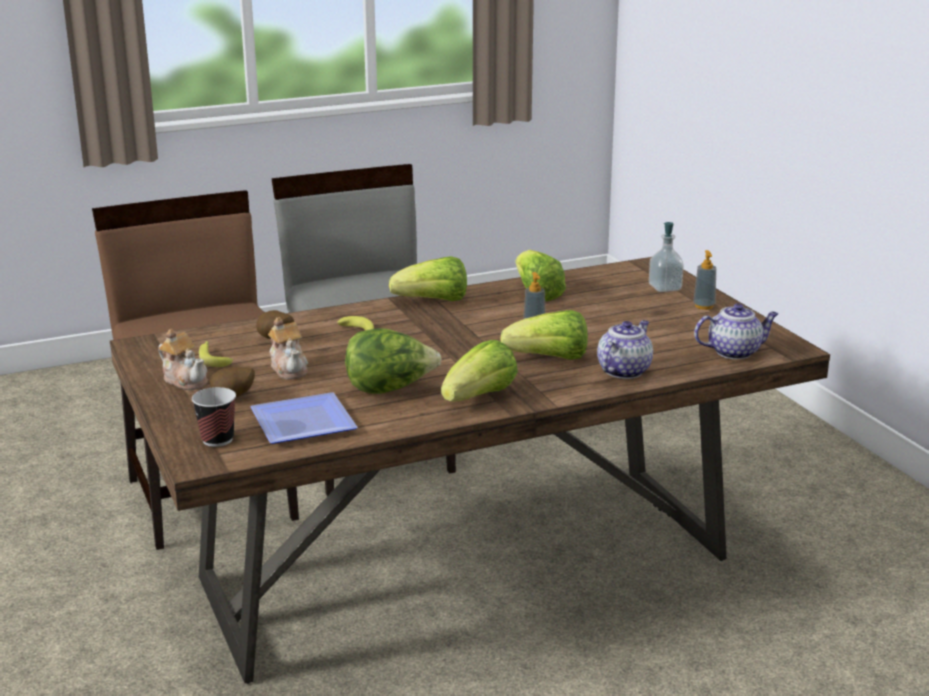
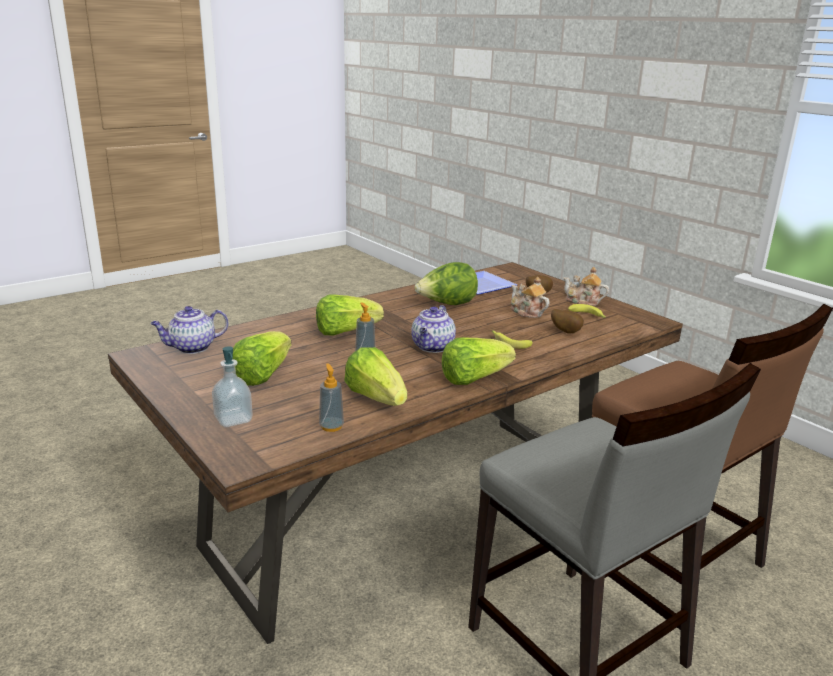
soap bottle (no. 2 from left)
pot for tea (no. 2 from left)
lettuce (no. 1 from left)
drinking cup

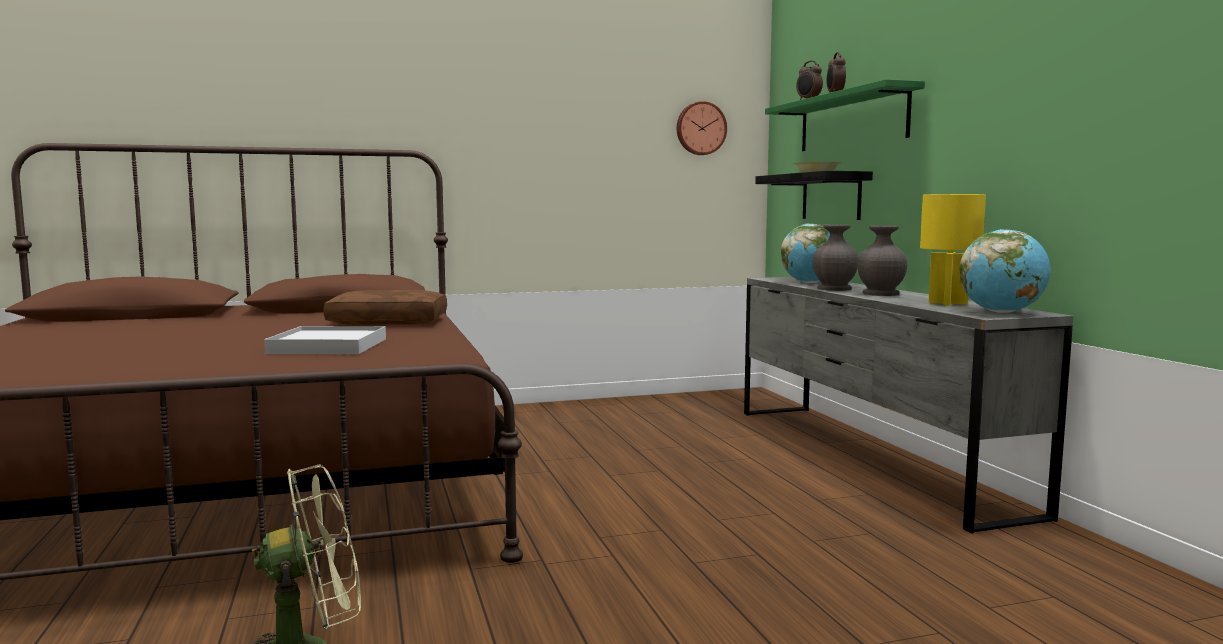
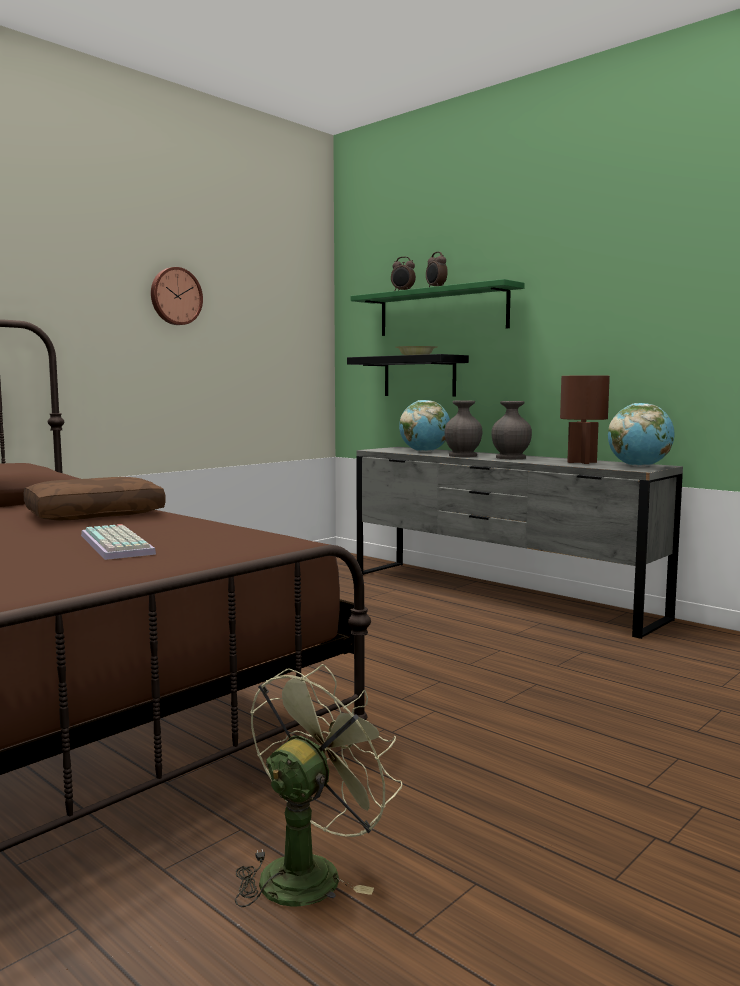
hanging clock
brown-coloured table lamp
keyboard

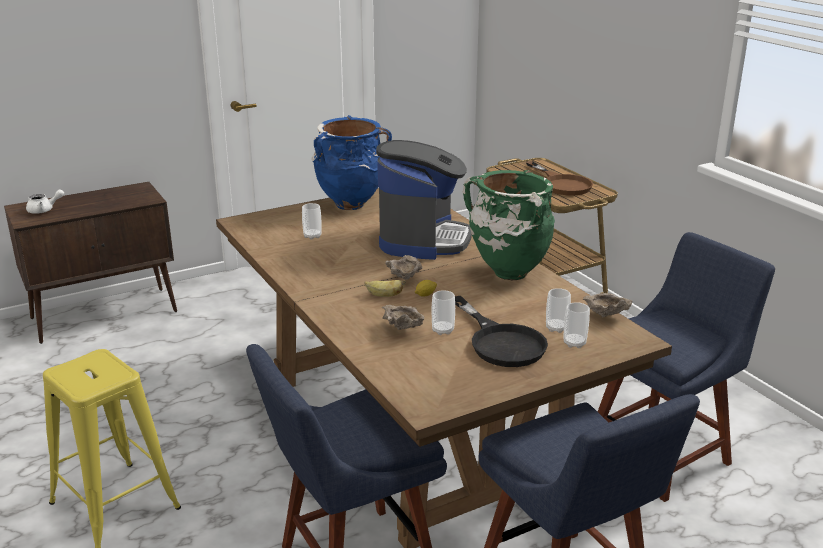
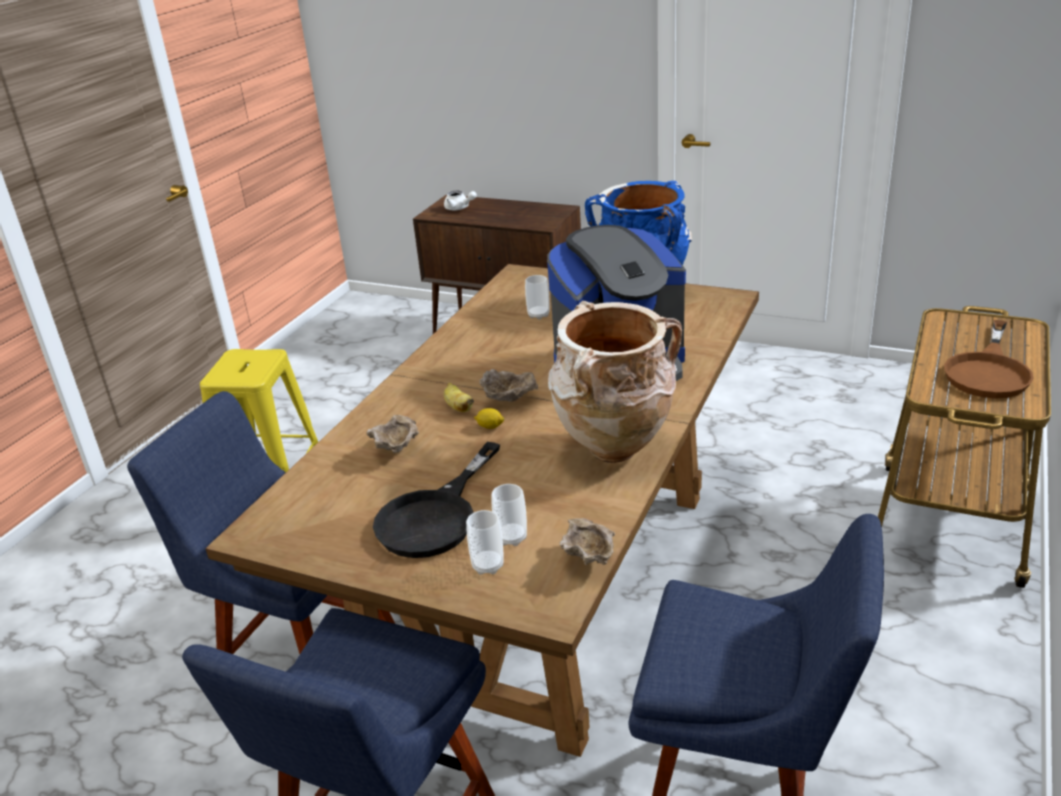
beige-coloured decorative vase
drinking cup (no. 2 from left in the first image)

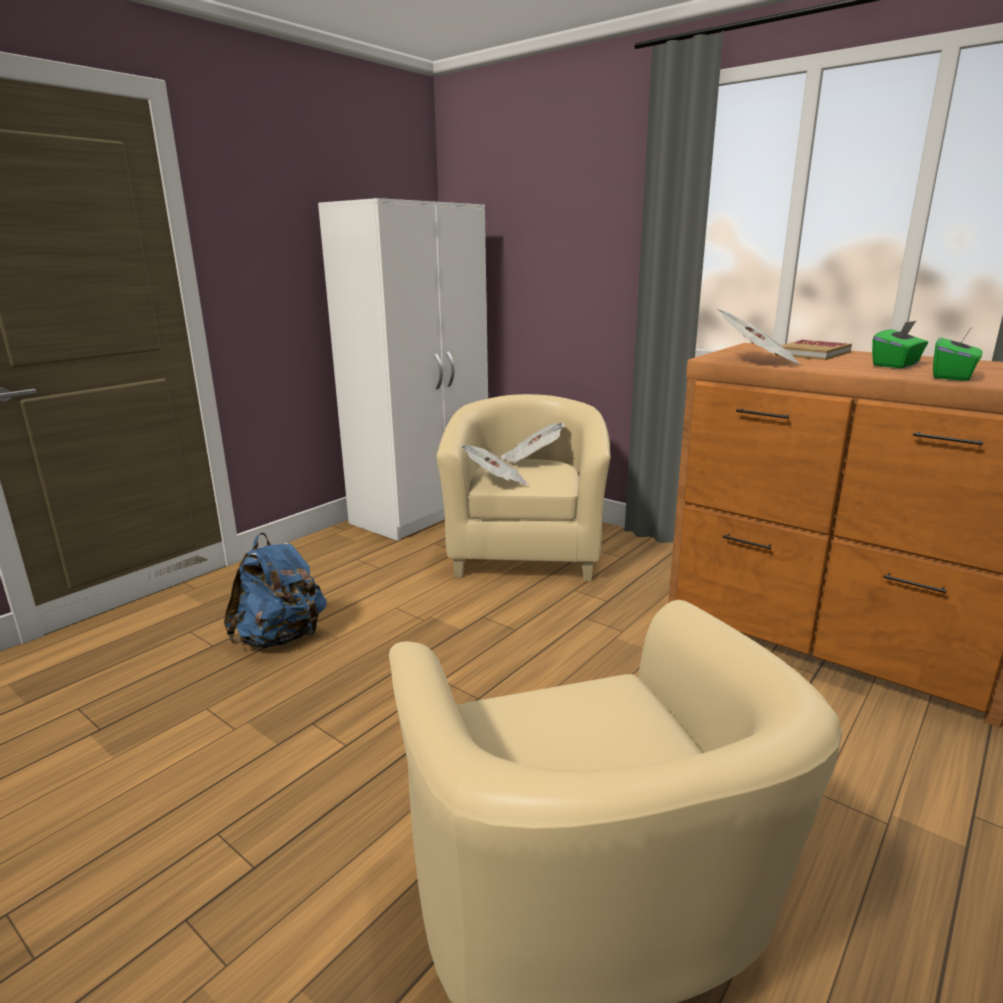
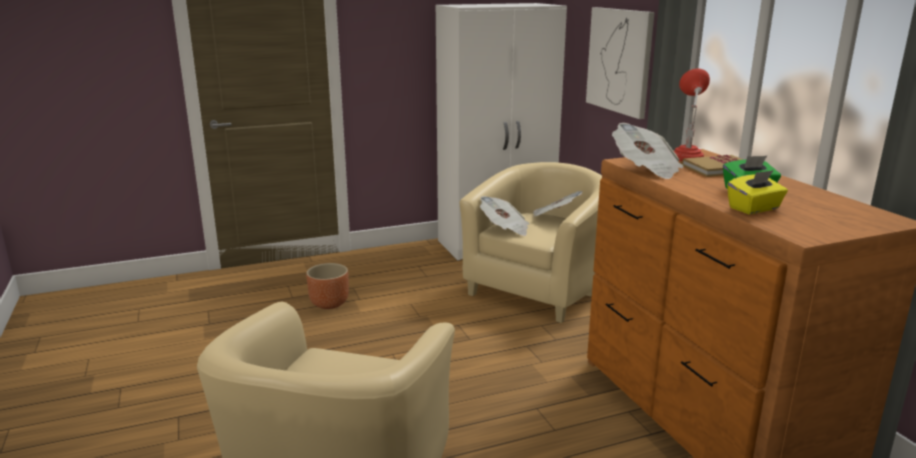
yellow box of tissues
brown-coloured planter
wall art
red-coloured table lamp

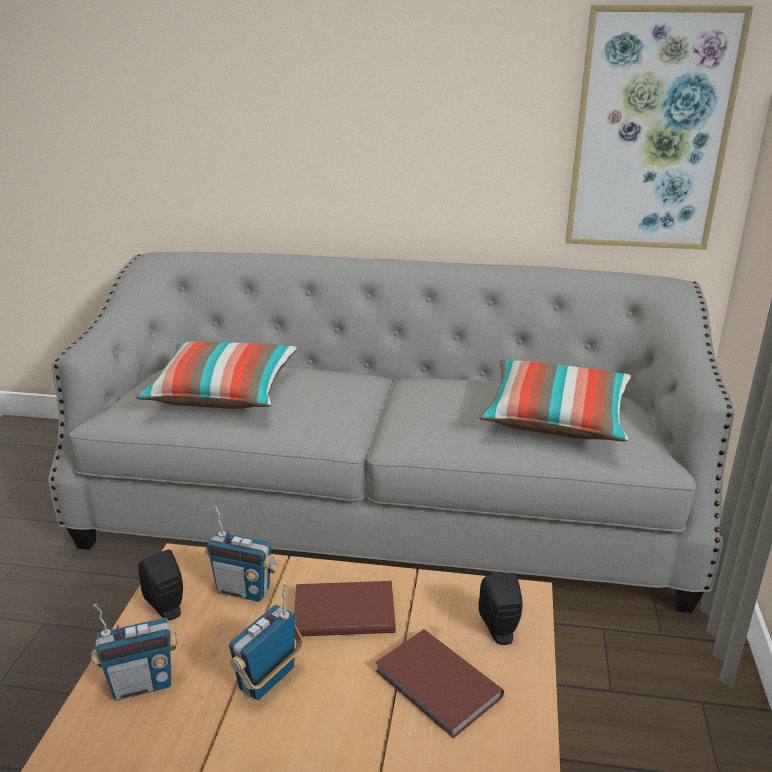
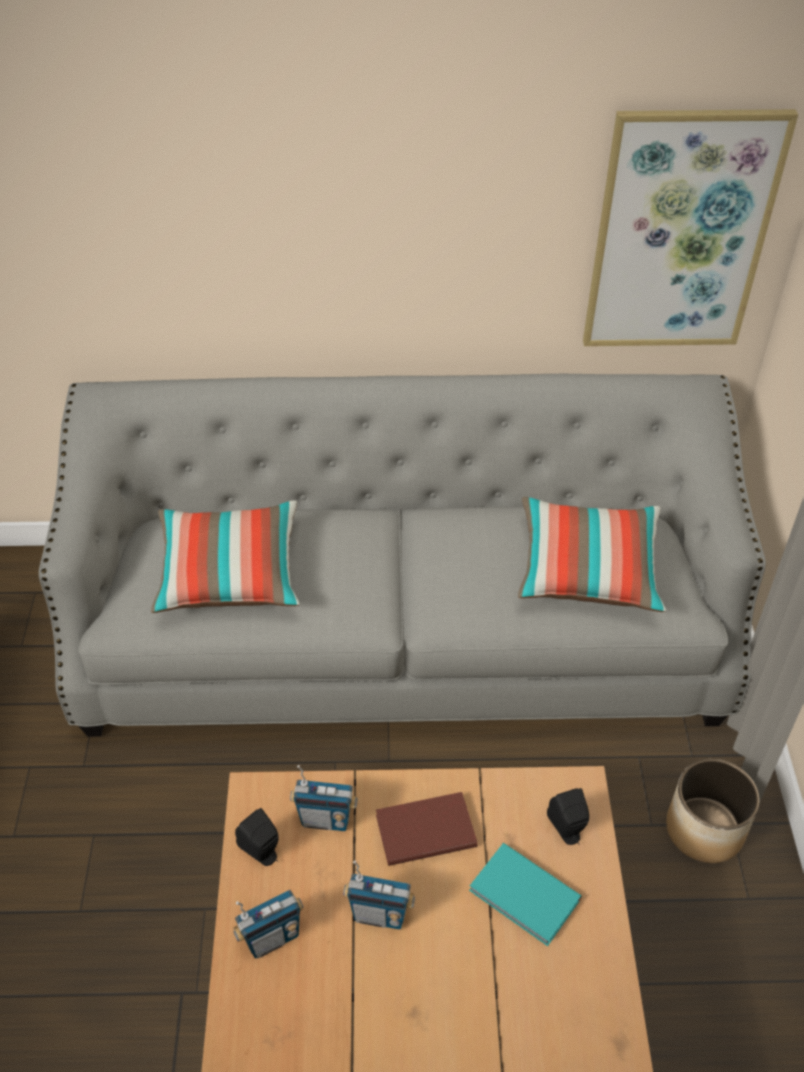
radio receiver (no. 3 from left)
turquoise book
planter

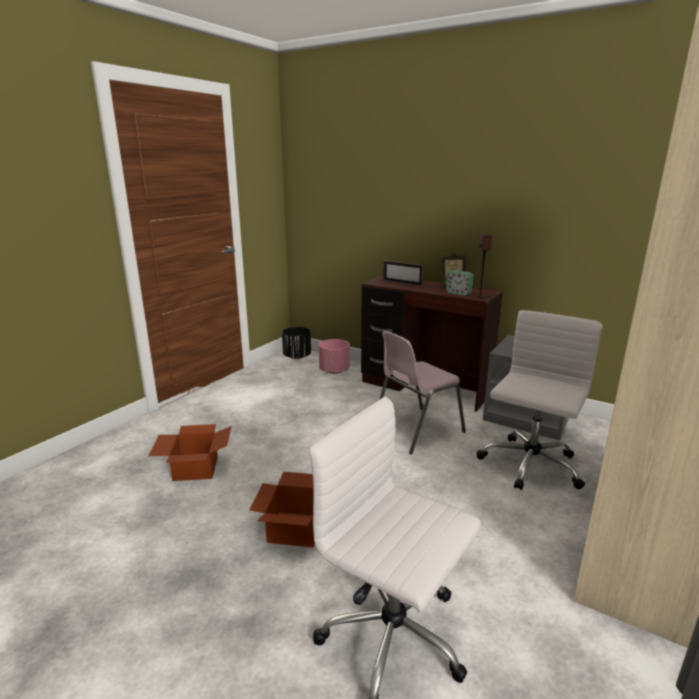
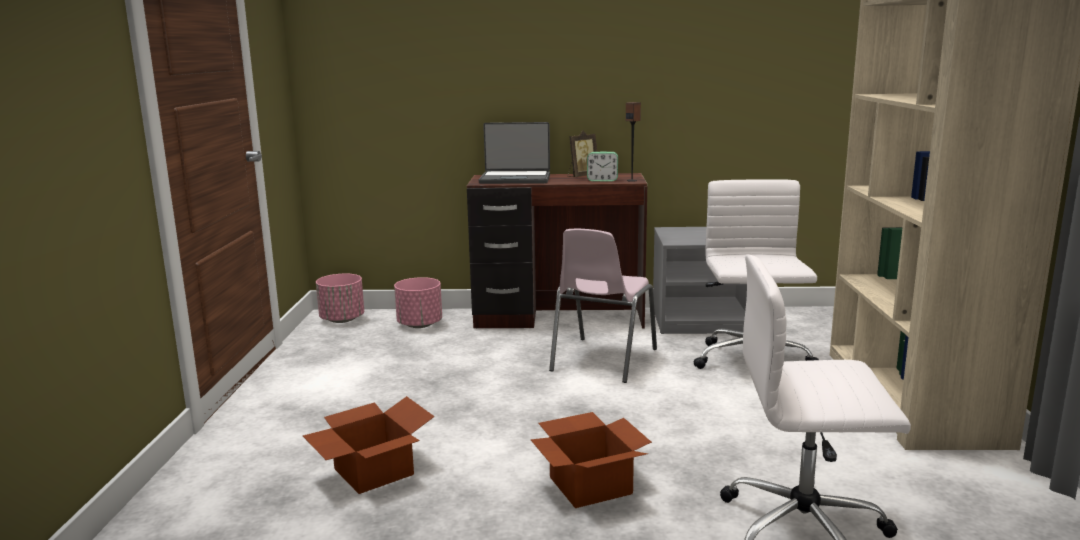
laptop
pink planter (no. 1 from left)

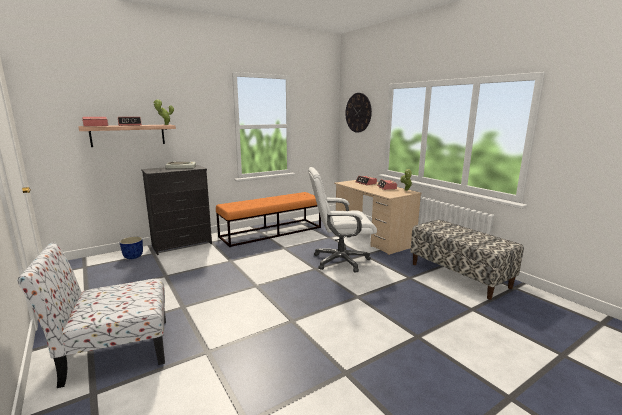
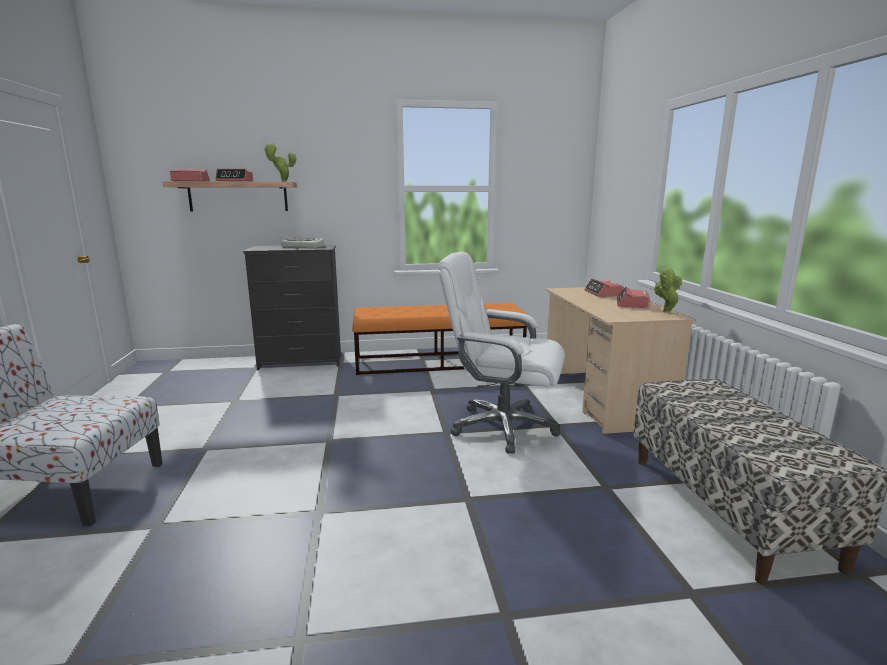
hanging clock
planter

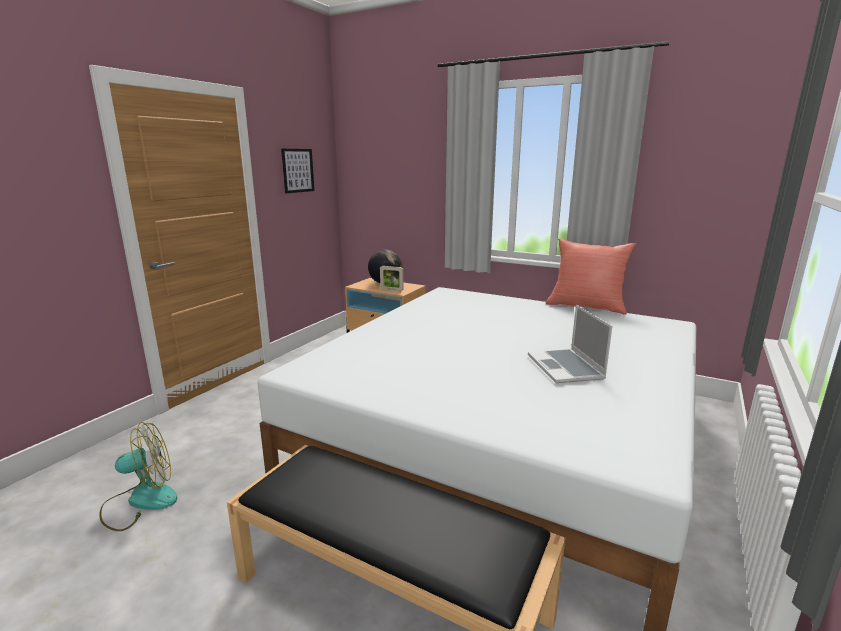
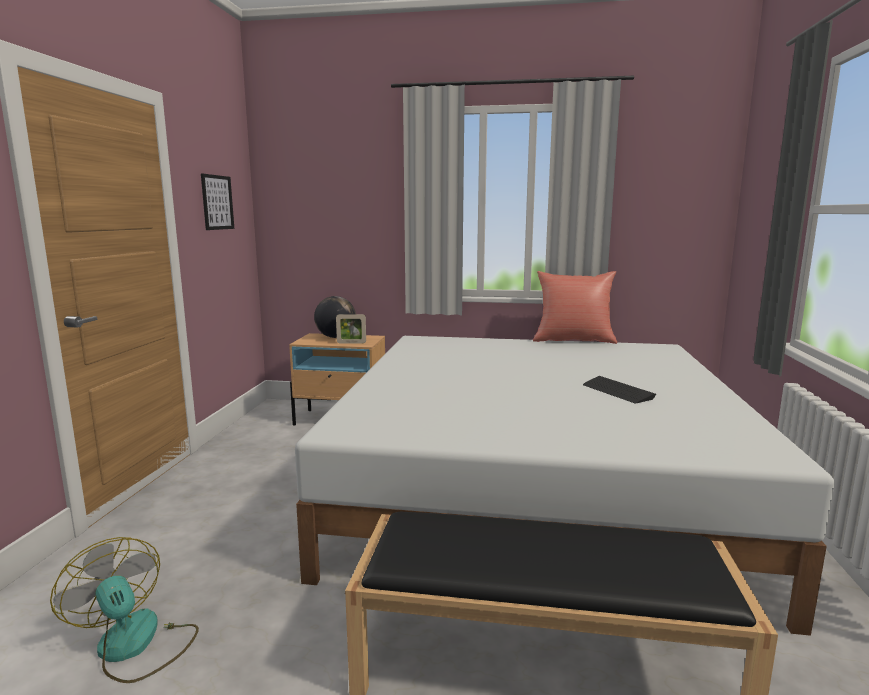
keyboard
electric fan

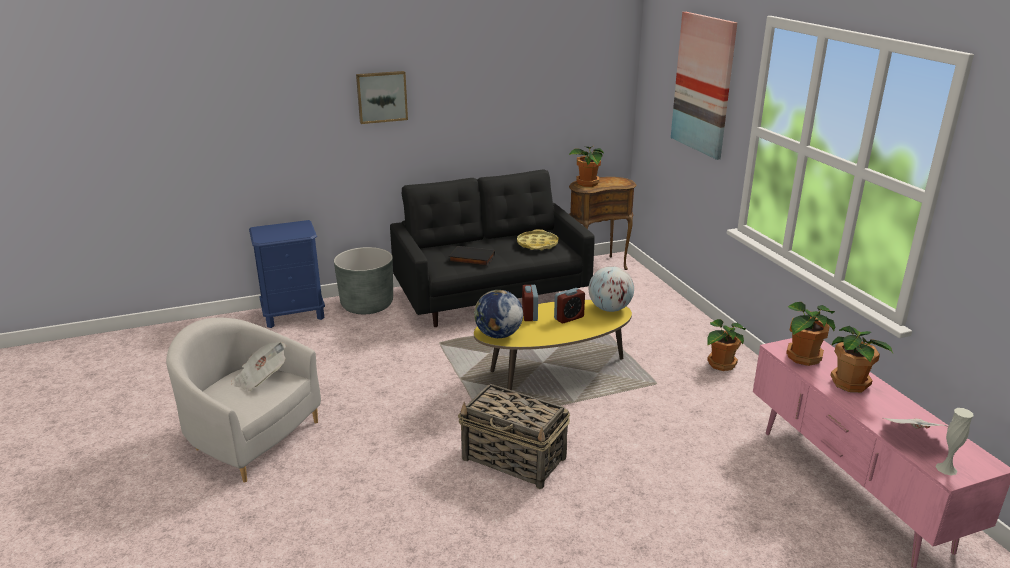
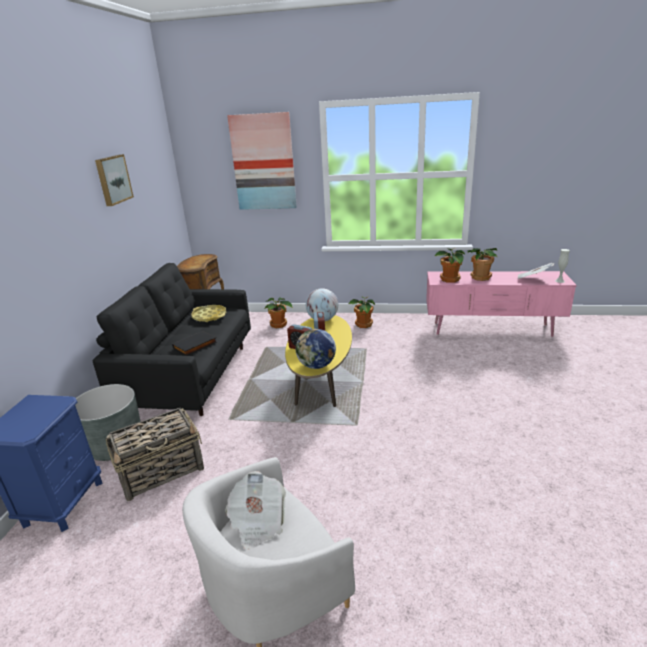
wall art (no. 1 from left)
plant in a pot (no. 1 from left)
household basket

